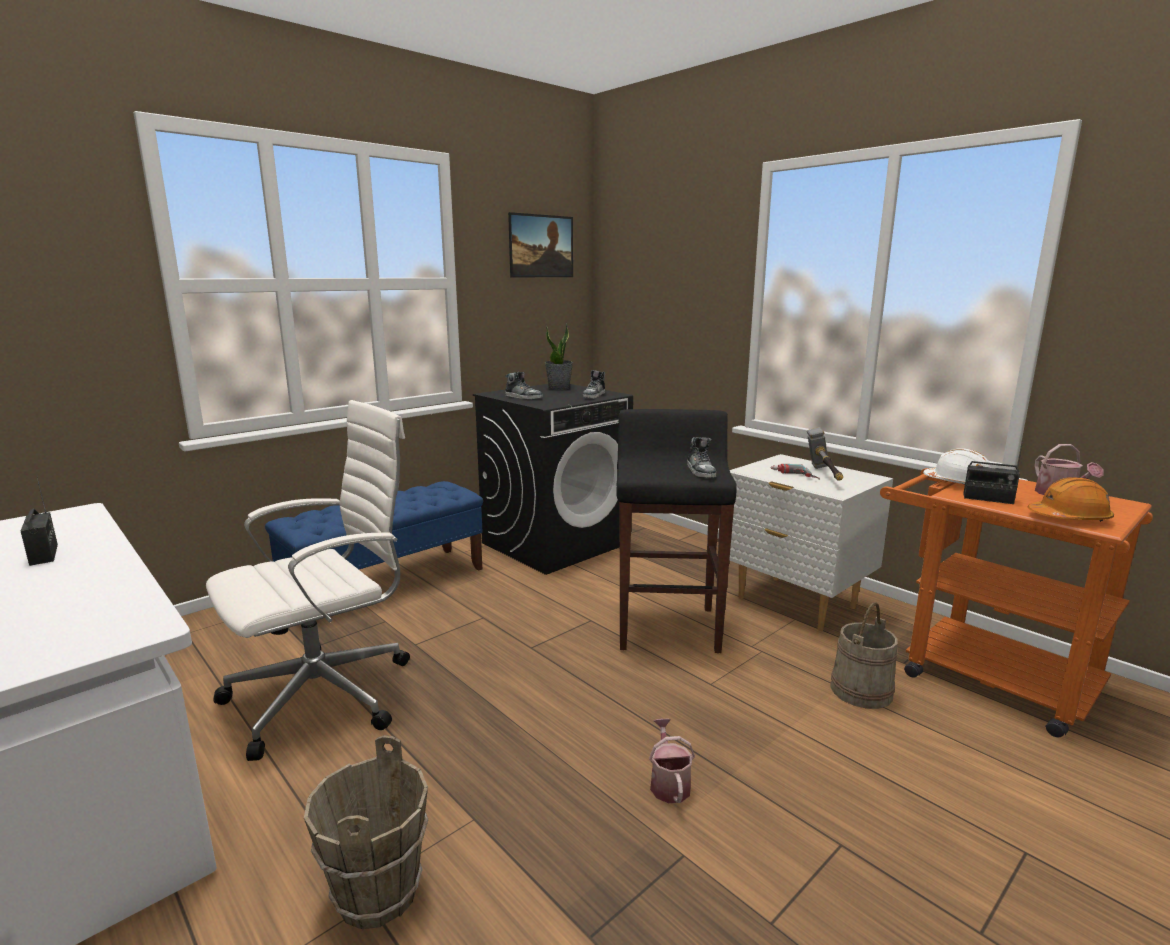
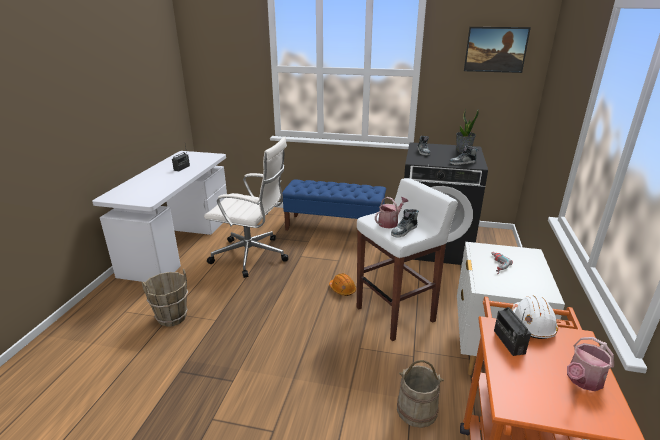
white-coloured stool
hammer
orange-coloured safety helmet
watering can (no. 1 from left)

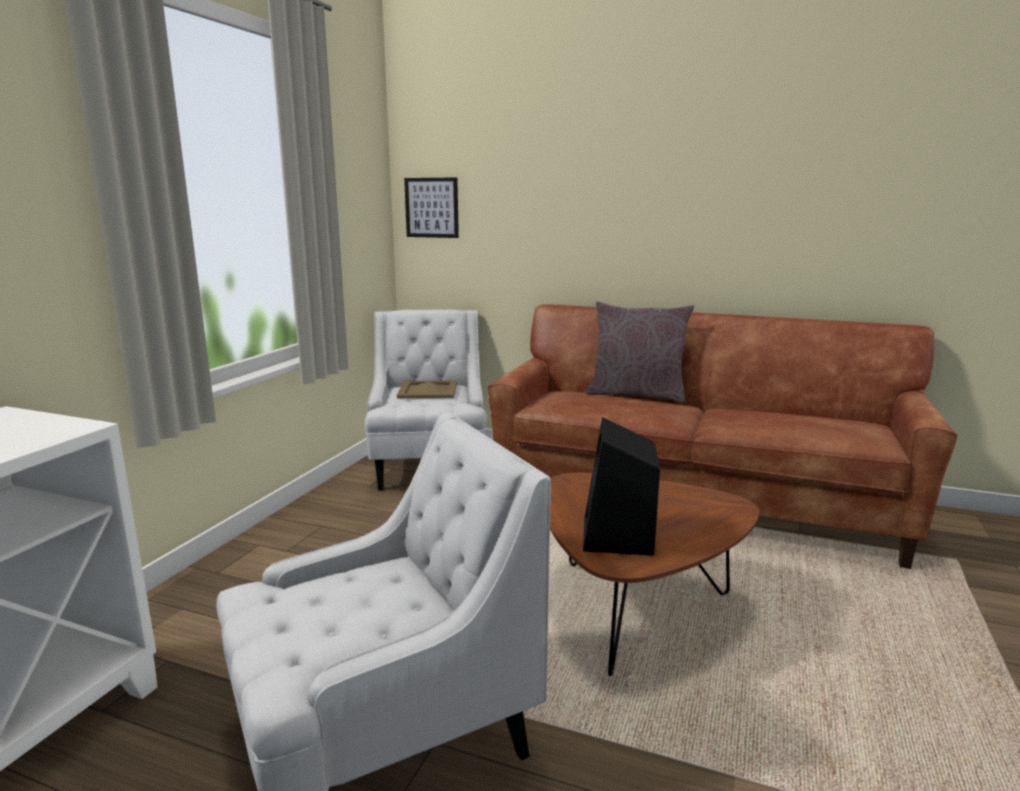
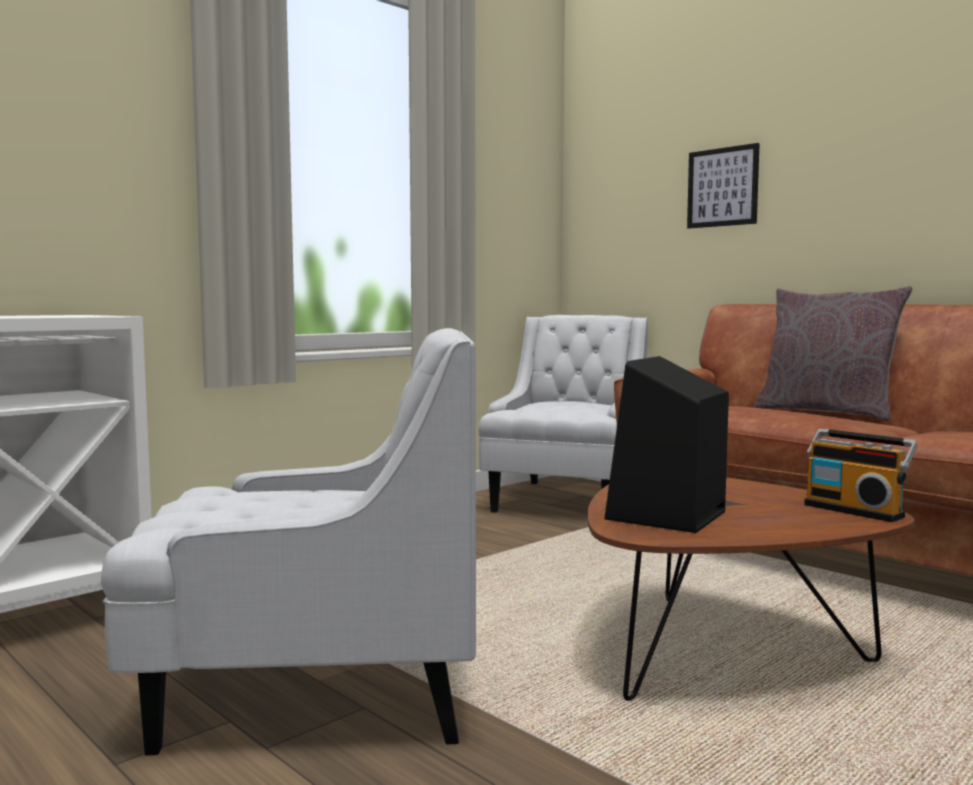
wall art
beige-coloured serving tray
radio receiver

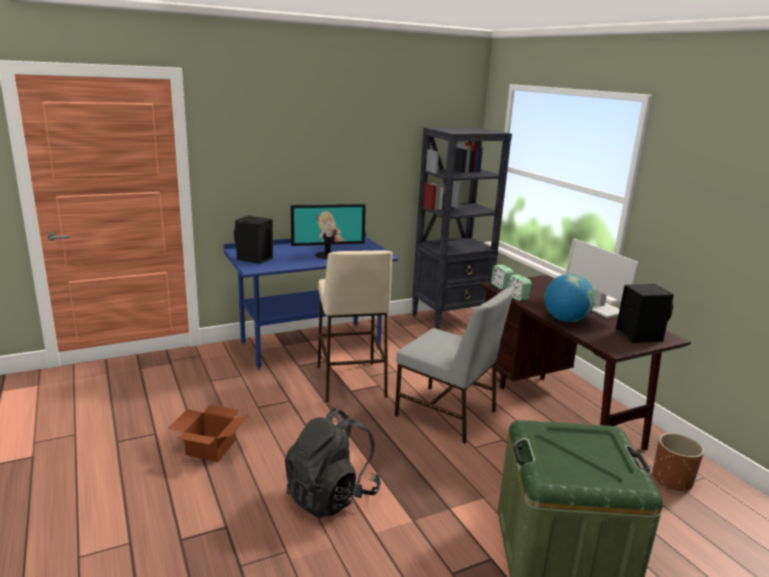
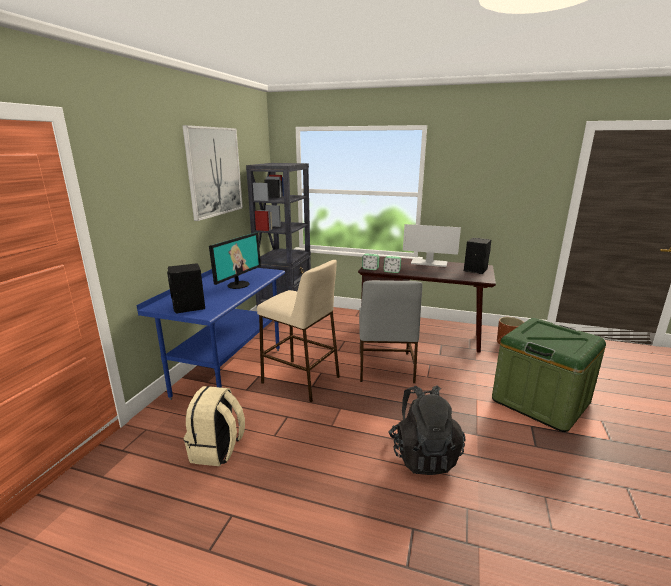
world globe
grey chair
cardboard box
wall art
beige-coloured knapsack

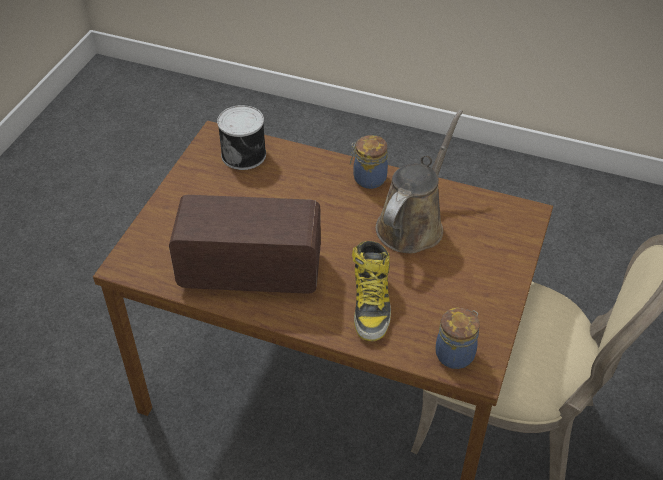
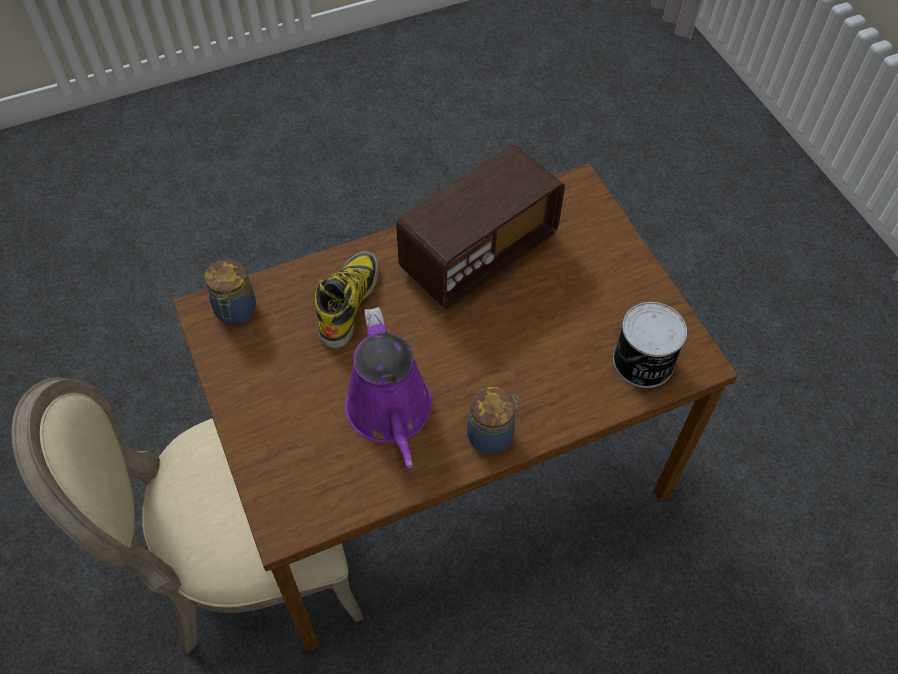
purple watering can
high-top boot

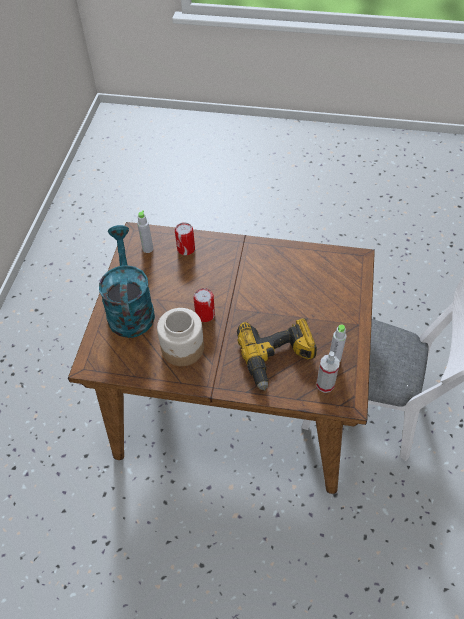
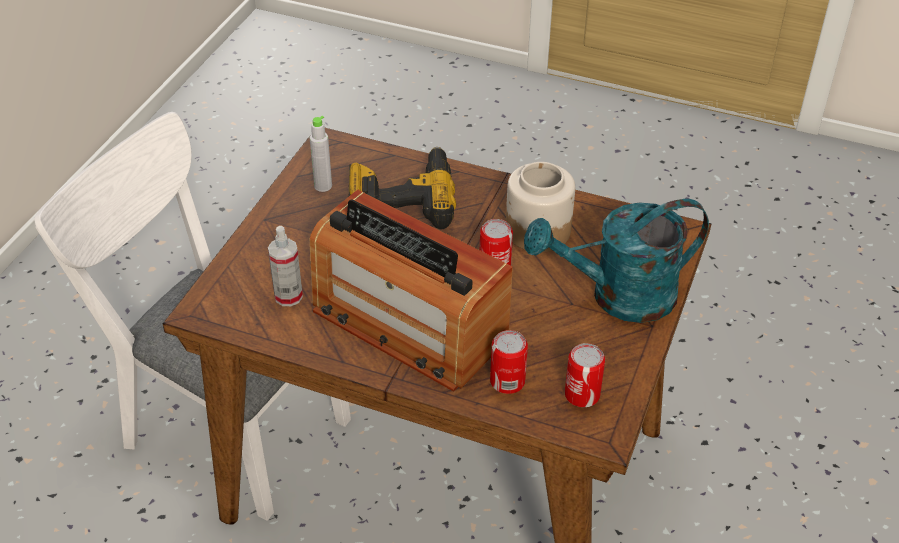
can (no. 3 from left)
turquoise watering can
hand sprayer
radio receiver

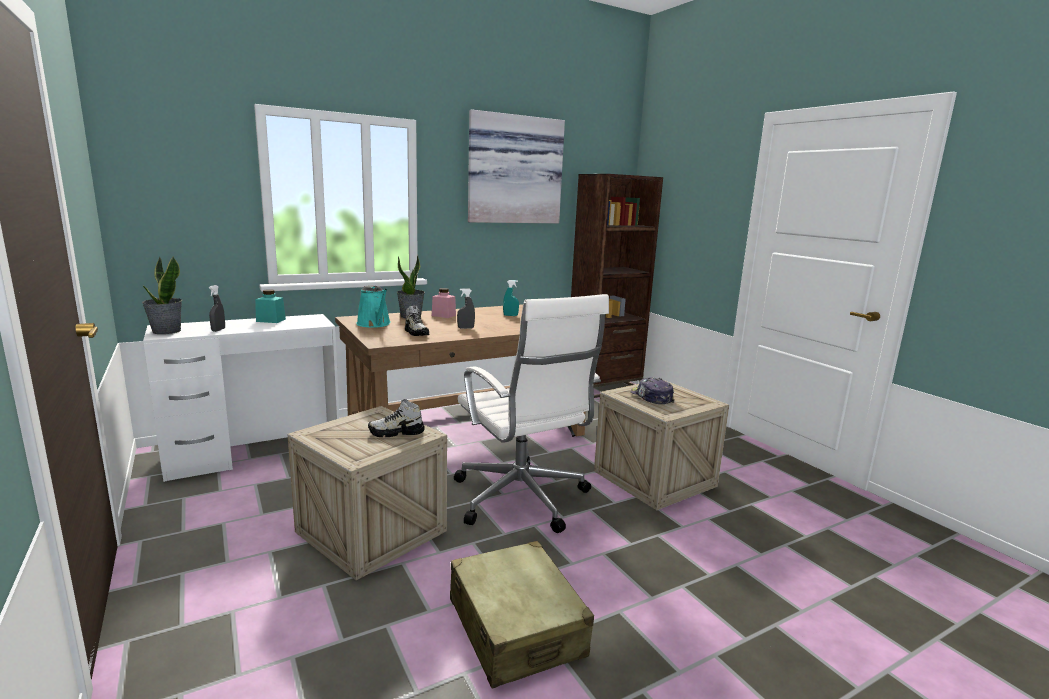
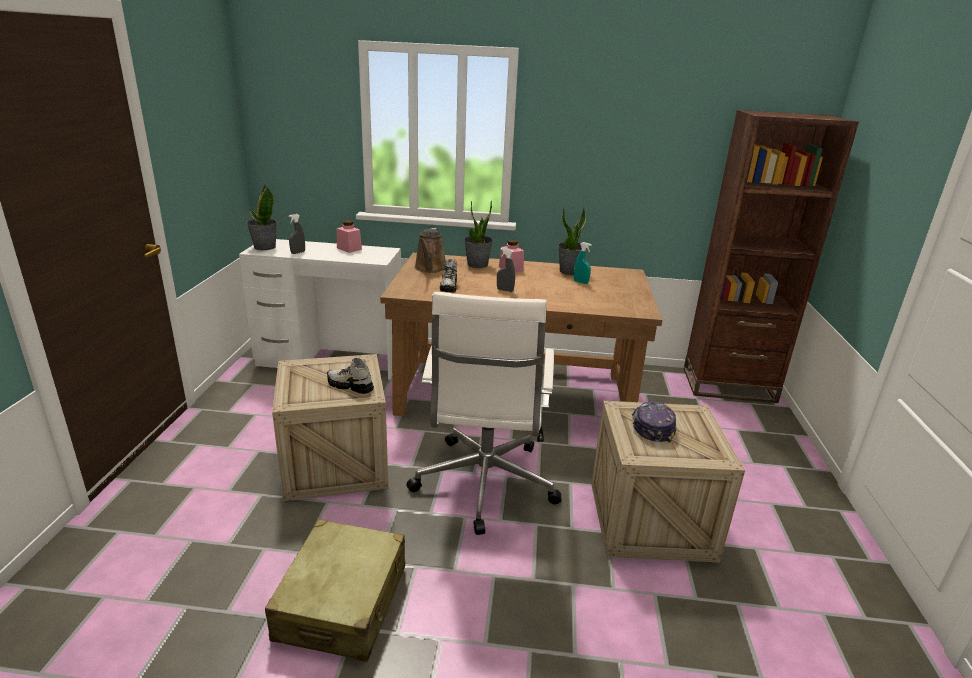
wall art
brown-coloured watering can
pink preserve jar (no. 1 from left)
plant in a pot (no. 3 from left)

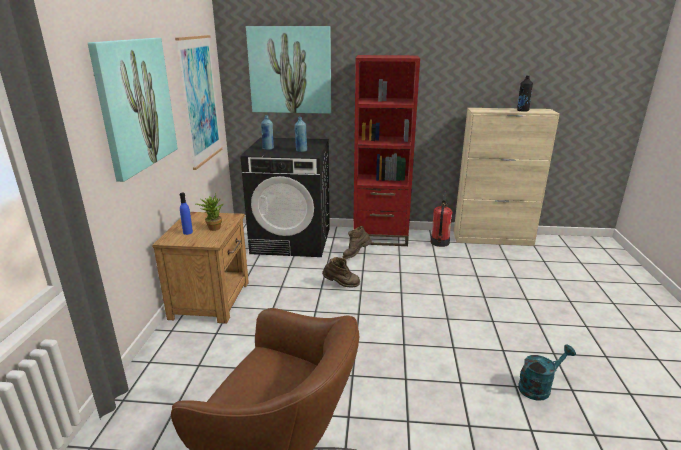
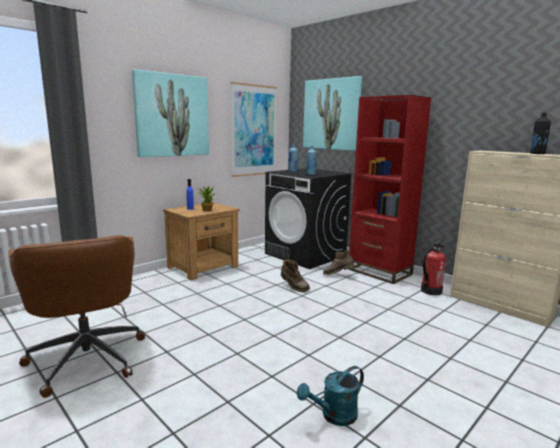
turquoise watering can

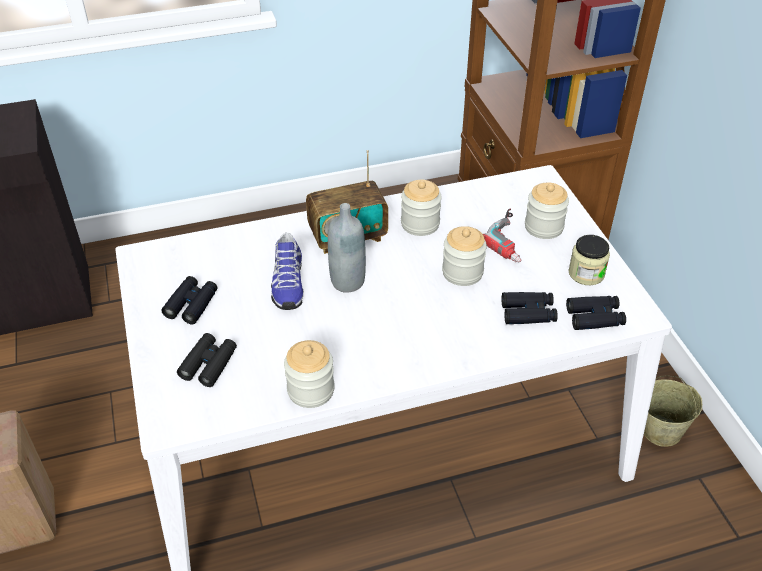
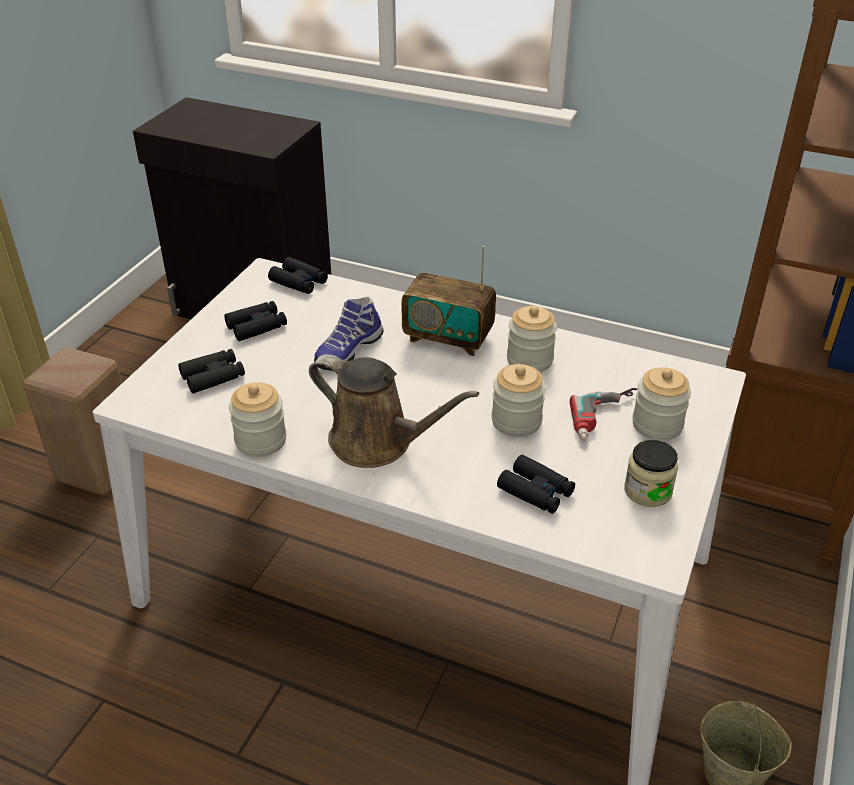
grey beverage bottle
black binoculars (no. 3 from left)
brown-coloured watering can

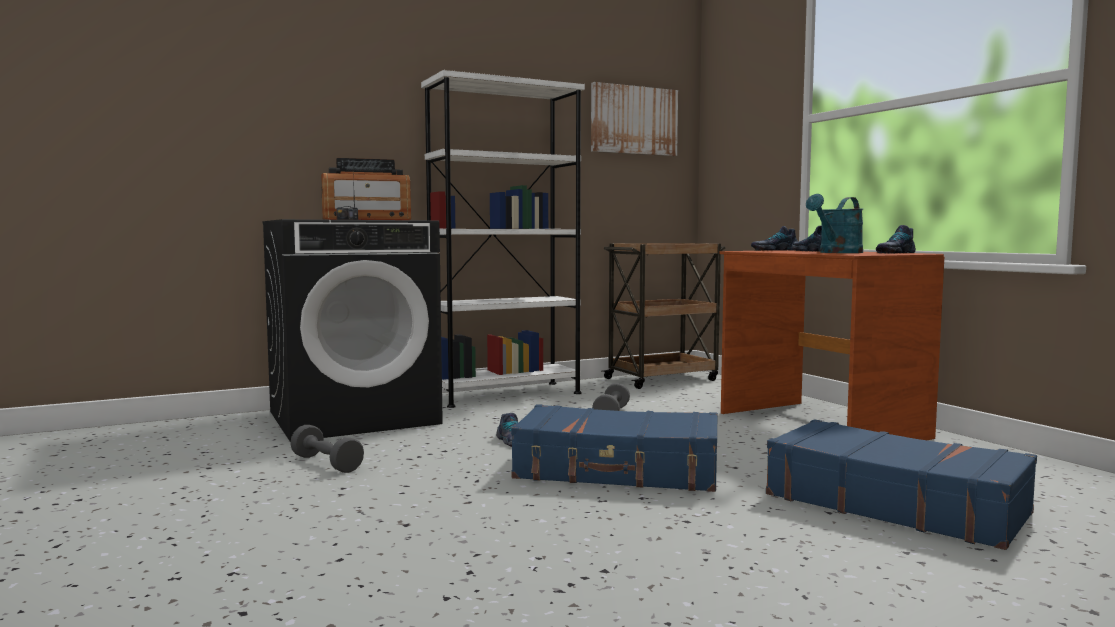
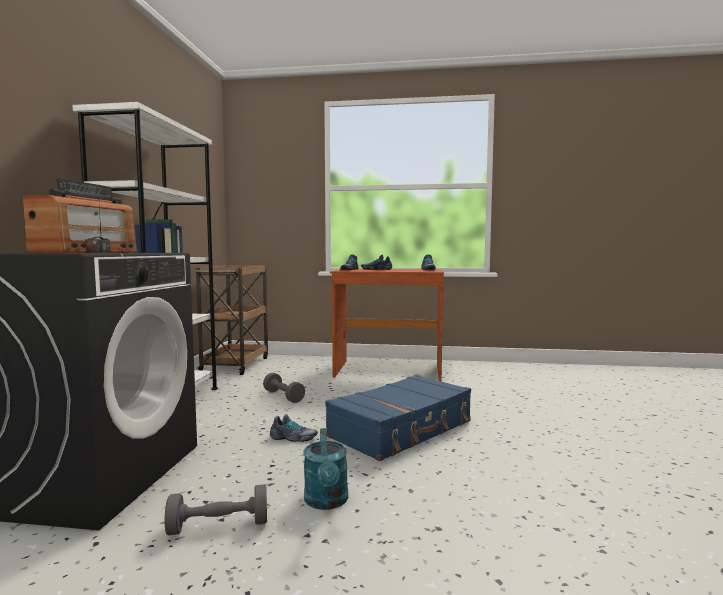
wall art
turquoise watering can
blue suitcase (no. 2 from left in the first image)

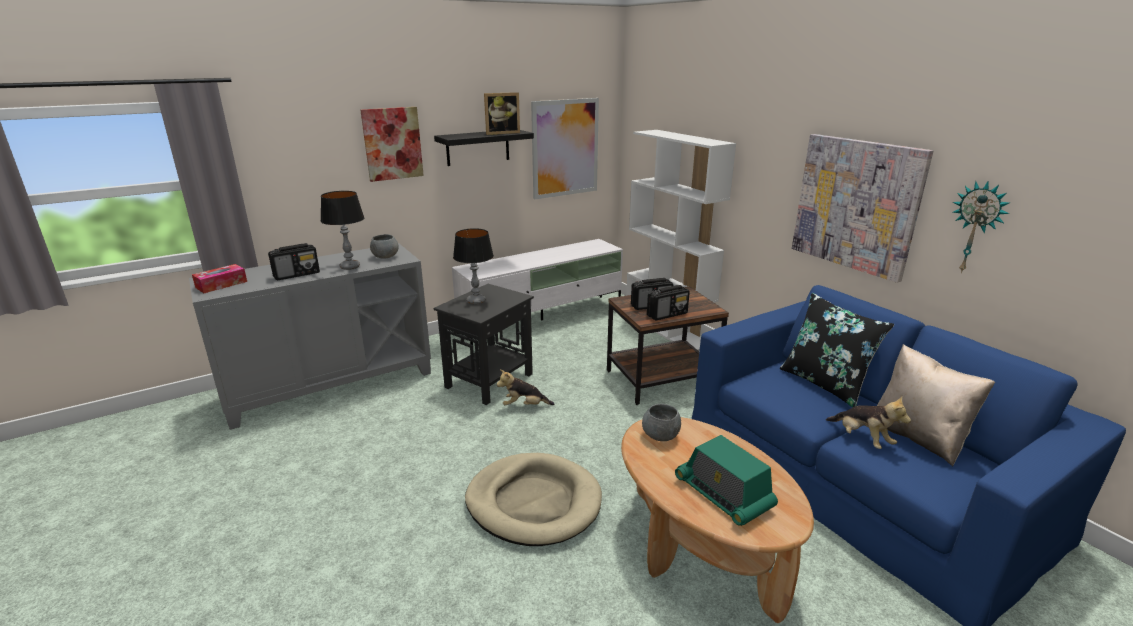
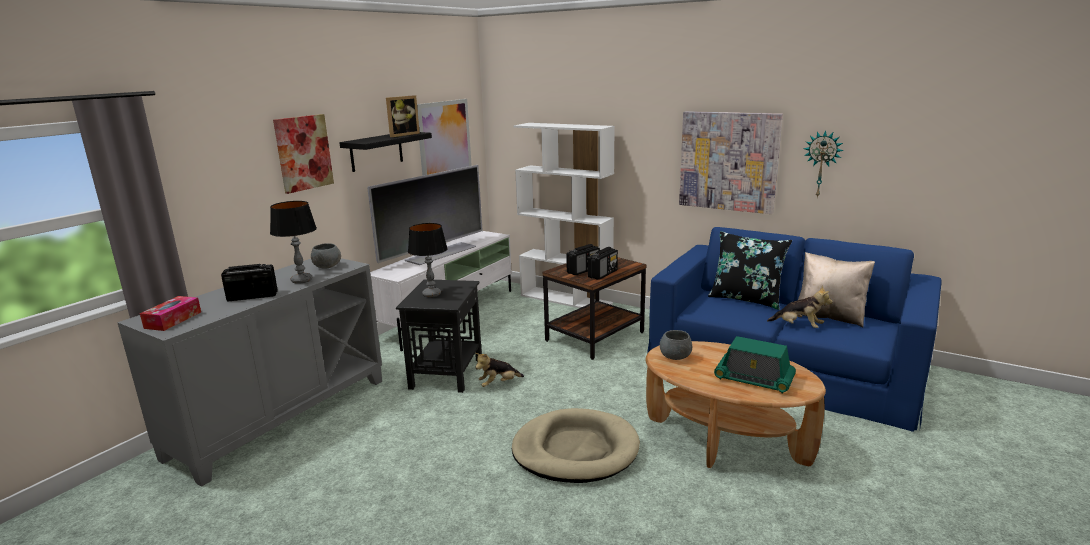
radio receiver (no. 1 from left)
TV

